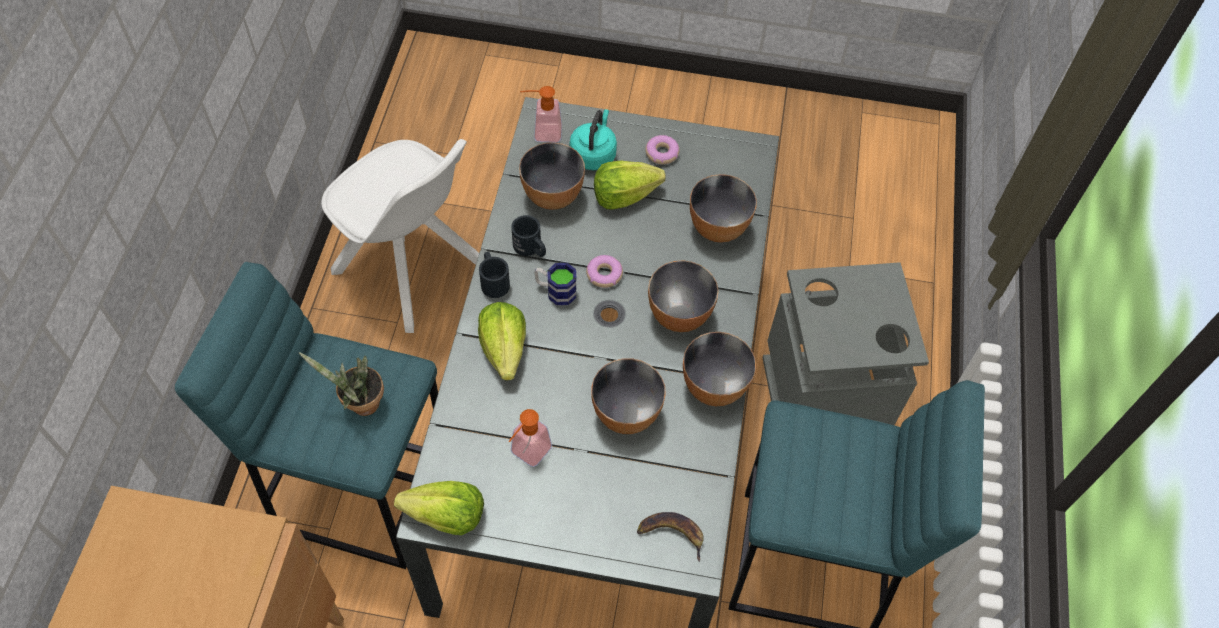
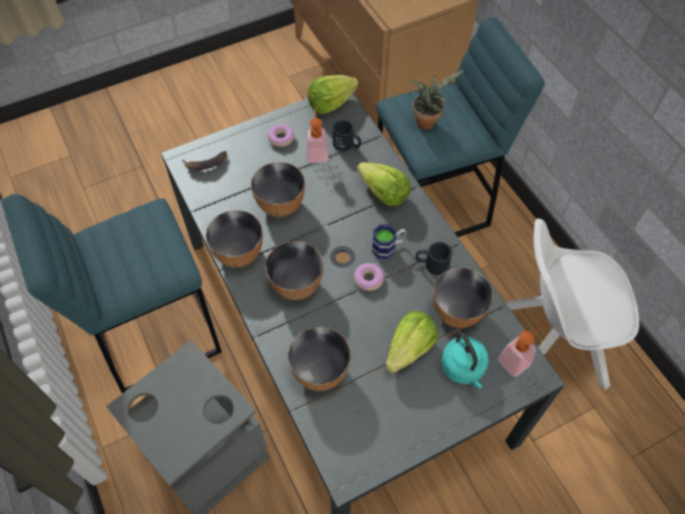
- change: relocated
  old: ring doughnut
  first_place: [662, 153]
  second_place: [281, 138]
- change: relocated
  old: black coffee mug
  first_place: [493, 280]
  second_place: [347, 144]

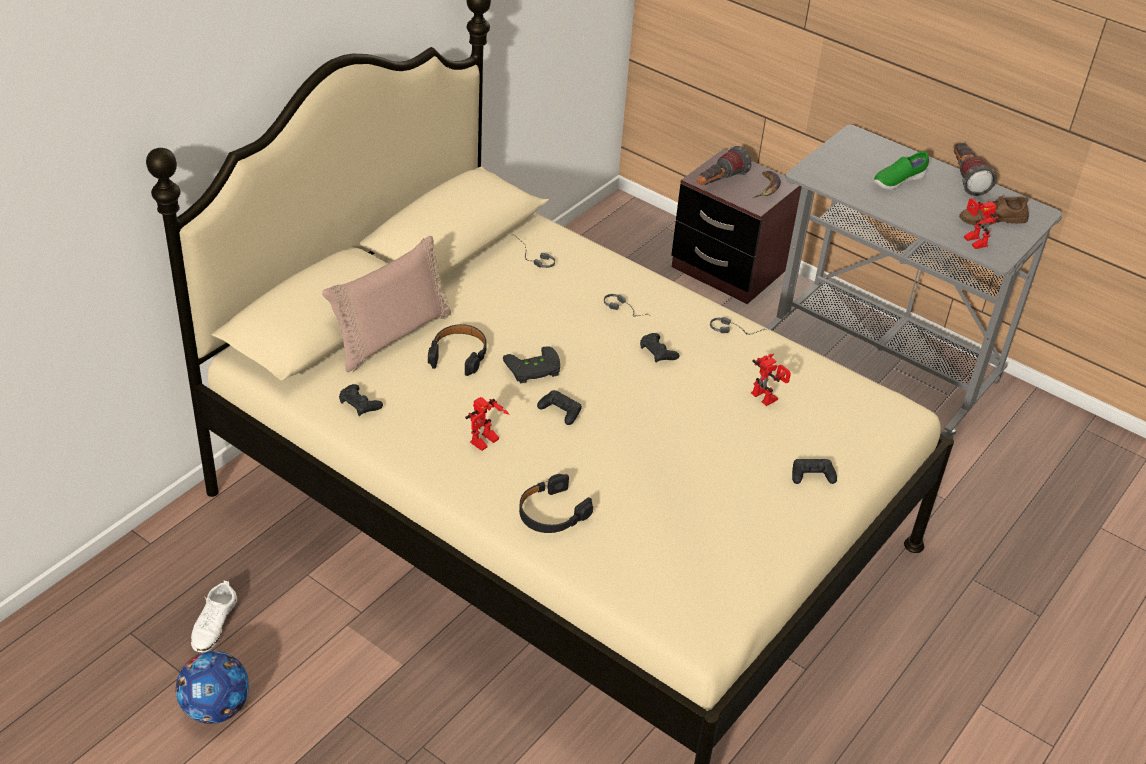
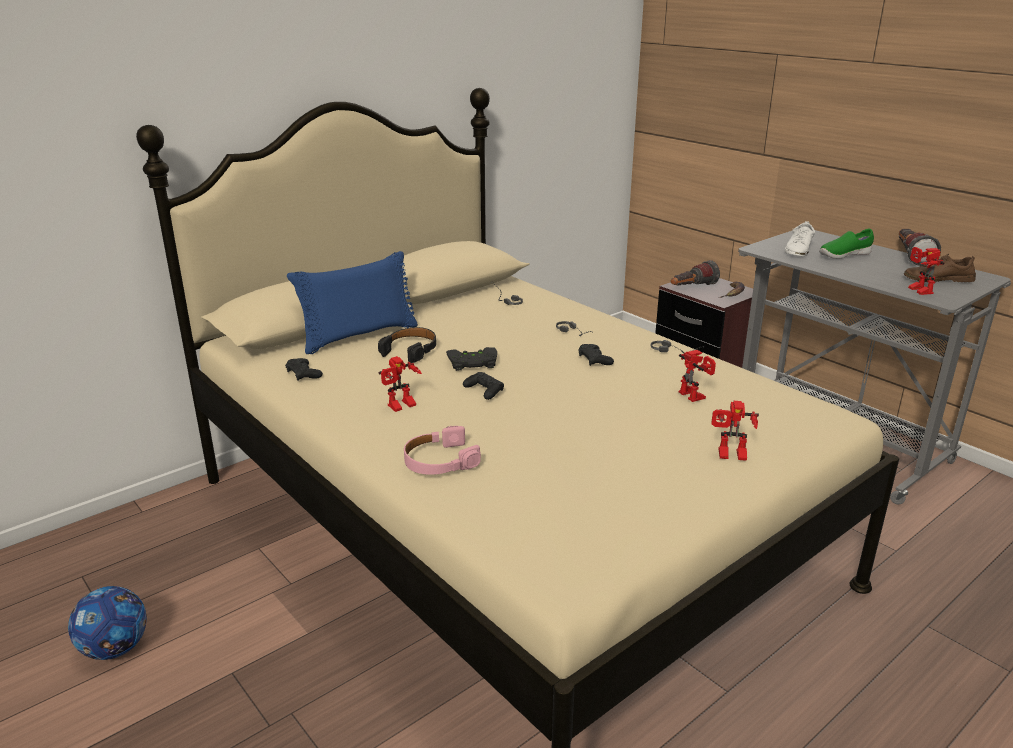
- change: colour
  old: beige-coloured throw pillow
  new: bluish throw pillow
  first_place: [391, 336]
  second_place: [358, 336]
- change: colour
  old: black headset
  new: pink headset
  first_place: [551, 513]
  second_place: [439, 461]
- change: exchanged
  old: black joypad
  new: model robot
  first_place: [812, 475]
  second_place: [730, 456]
- change: relocated
  old: white-coloured low shoe
  first_place: [214, 623]
  second_place: [798, 249]

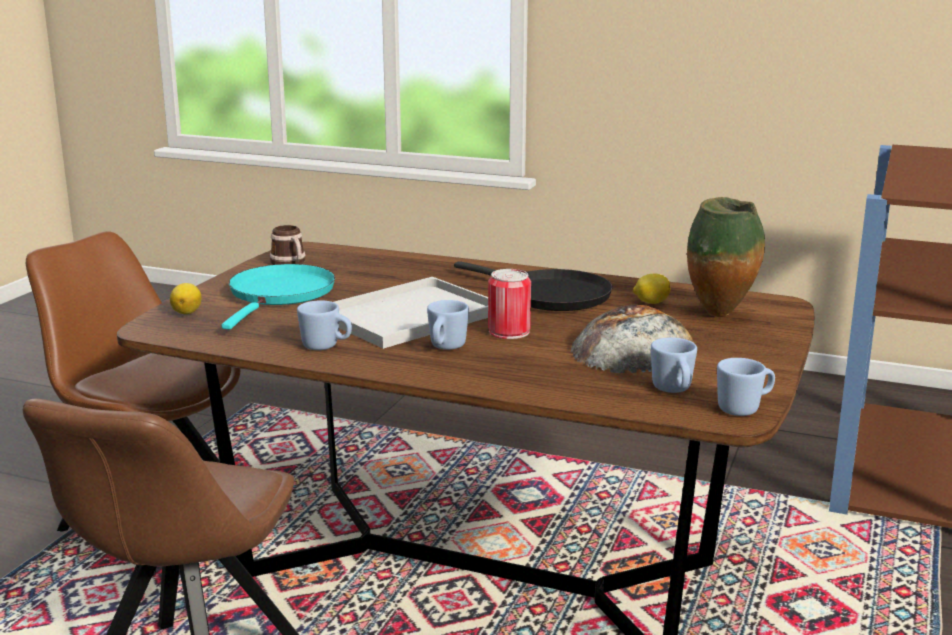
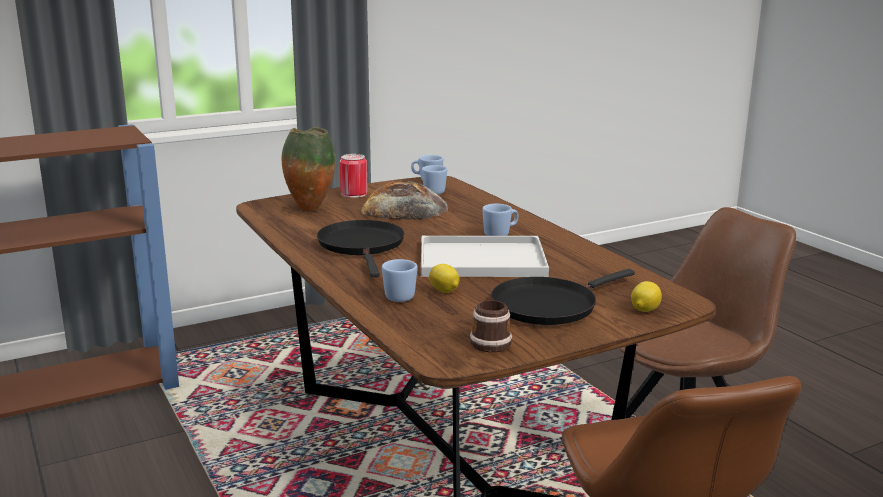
- change: relocated
  old: sealed can
  first_place: [509, 331]
  second_place: [354, 194]
- change: relocated
  old: bluish coffee mug
  first_place: [326, 347]
  second_place: [397, 296]
- change: relocated
  old: whole lemon
  first_place: [651, 302]
  second_place: [444, 291]
- change: colour
  old: turquoise-coloured skillet
  new: black skillet
  first_place: [280, 294]
  second_place: [548, 305]

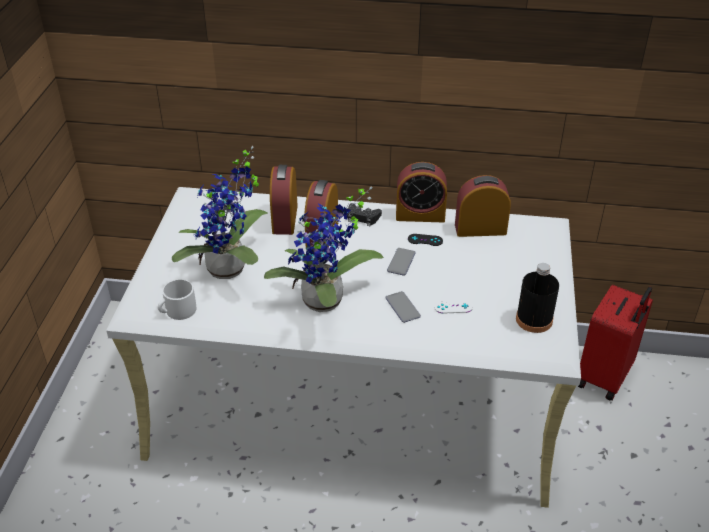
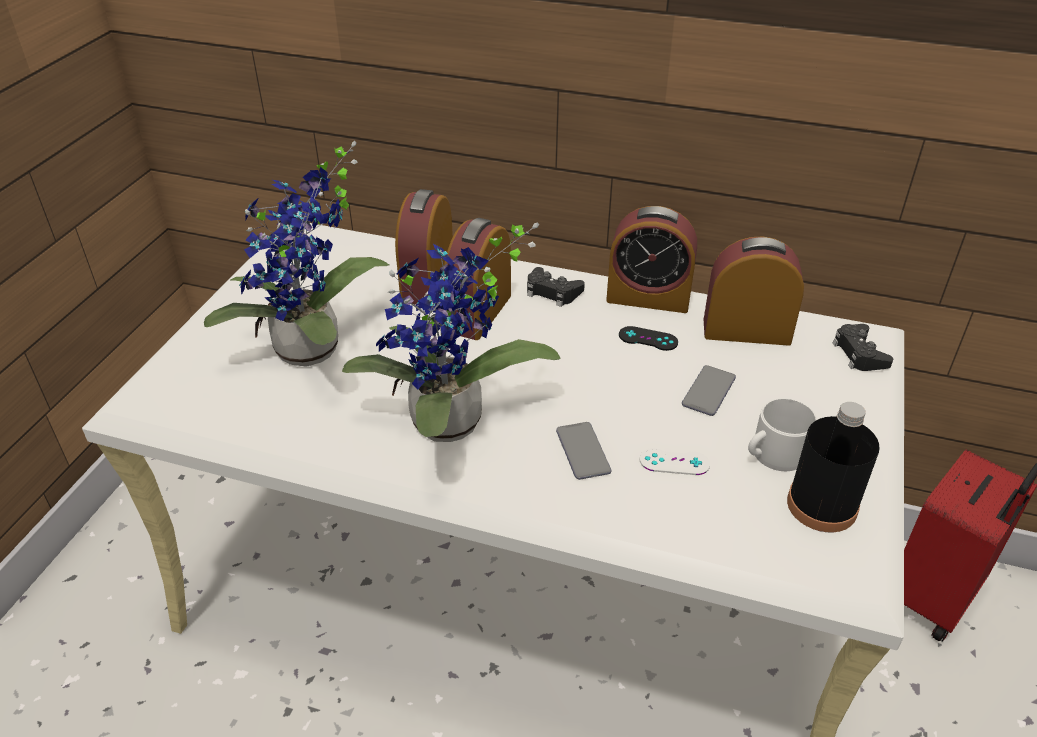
- change: relocated
  old: phone
  first_place: [401, 262]
  second_place: [708, 391]
- change: relocated
  old: white-coloured coffee mug
  first_place: [177, 311]
  second_place: [773, 454]
- change: appeared
  new: black joypad
  second_place: [859, 353]

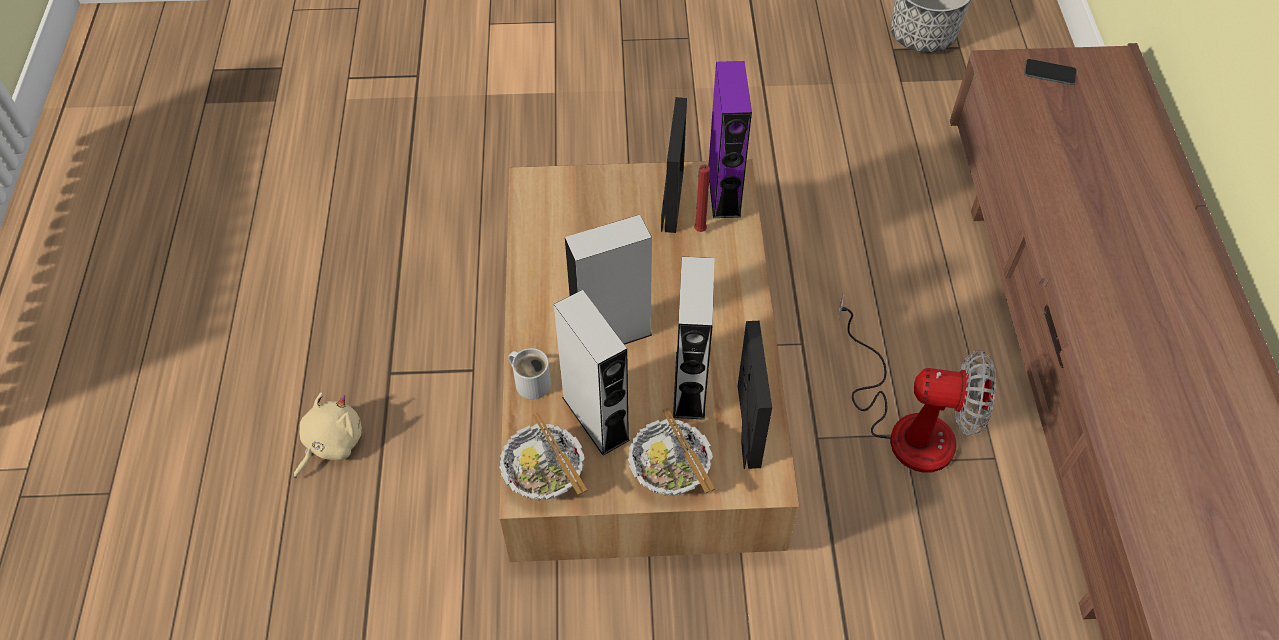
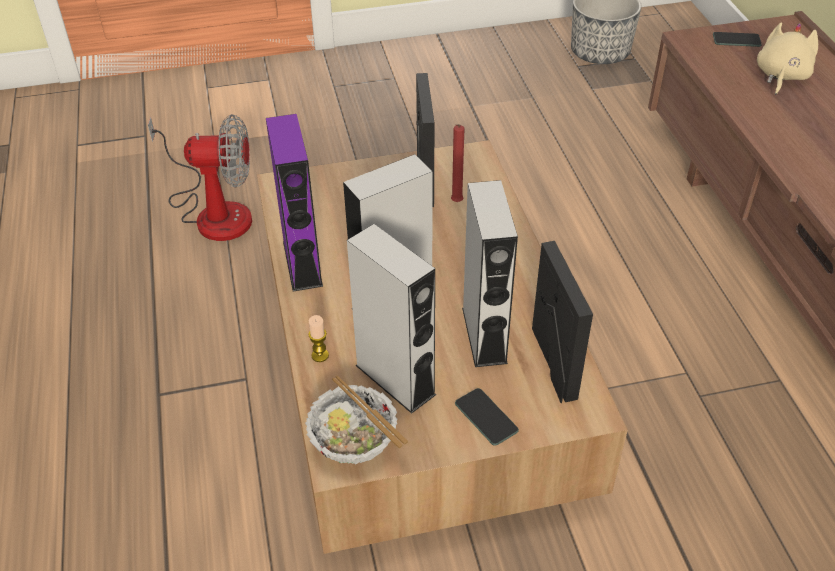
- change: relocated
  old: electric fan
  first_place: [907, 424]
  second_place: [214, 211]
- change: relocated
  old: purplish audio speaker
  first_place: [724, 191]
  second_place: [302, 263]
- change: exchanged
  old: white-coloured coffee mug
  new: wax candle
  first_place: [531, 381]
  second_place: [320, 355]
- change: exchanged
  old: bowl
  new: phone
  first_place: [670, 471]
  second_place: [486, 417]
- change: relocated
  old: beige-coloured cuddly toy
  first_place: [331, 443]
  second_place: [781, 76]

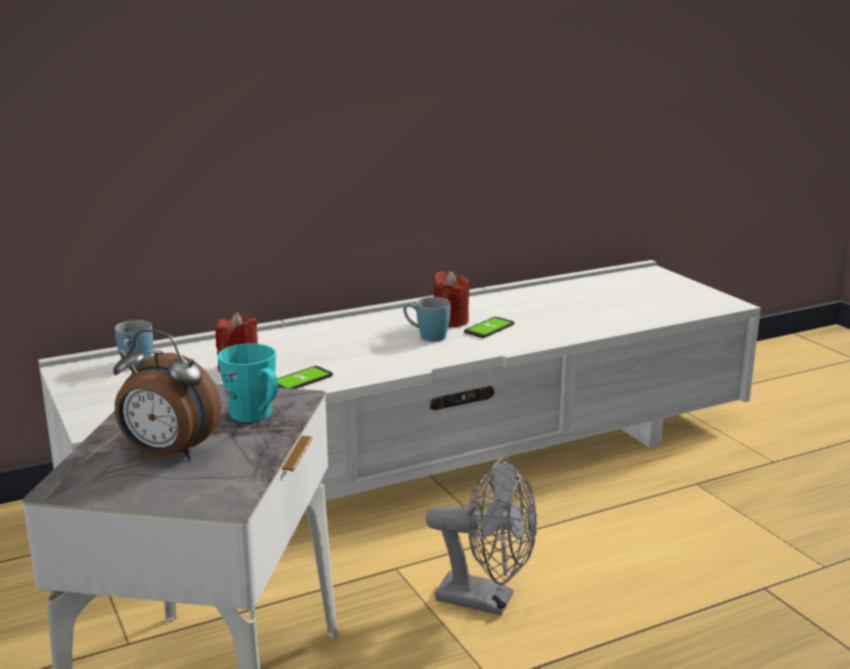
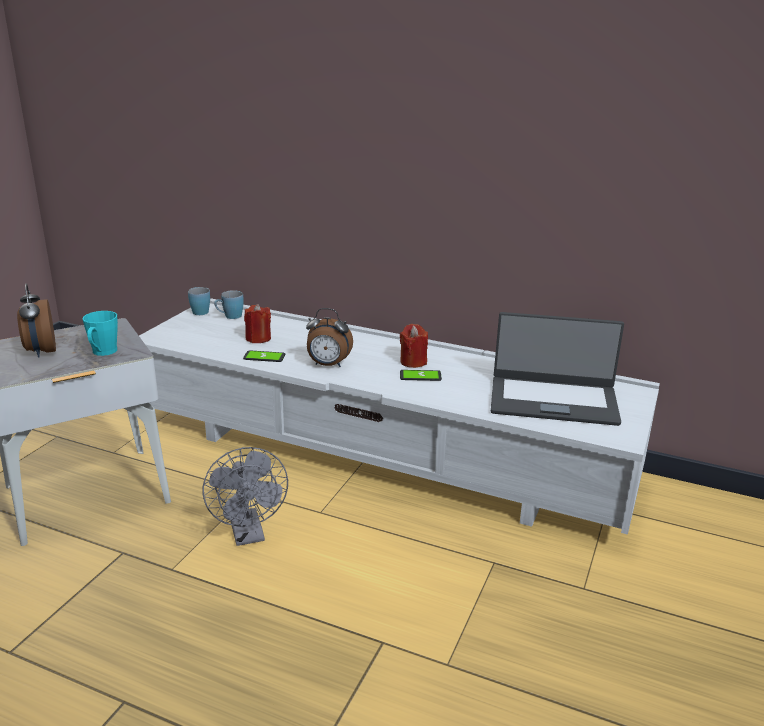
- change: relocated
  old: bluish coffee mug
  first_place: [426, 336]
  second_place: [199, 311]
- change: appeared
  new: bedside clock
  second_place: [328, 365]
- change: appeared
  new: portable computer
  second_place: [553, 400]

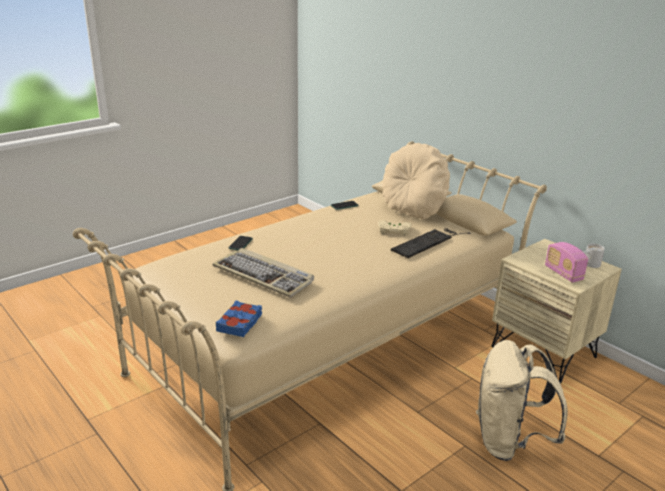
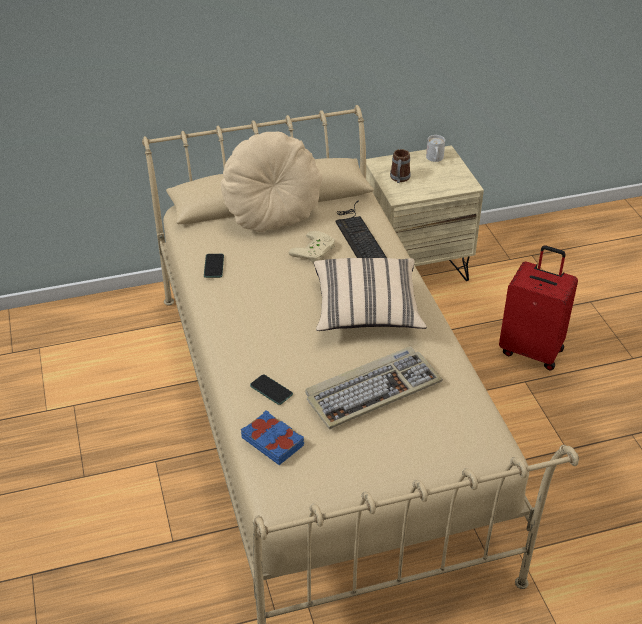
- change: relocated
  old: bluish book
  first_place: [240, 323]
  second_place: [273, 441]
- change: appeared
  new: beige-coloured throw pillow
  second_place: [366, 310]
- change: appeared
  new: coffee mug
  second_place: [399, 179]
- change: exchanged
  old: beige-coloured backpack
  new: red travel case
  first_place: [509, 442]
  second_place: [532, 350]
- change: missing
  old: radio
  first_place: [563, 274]

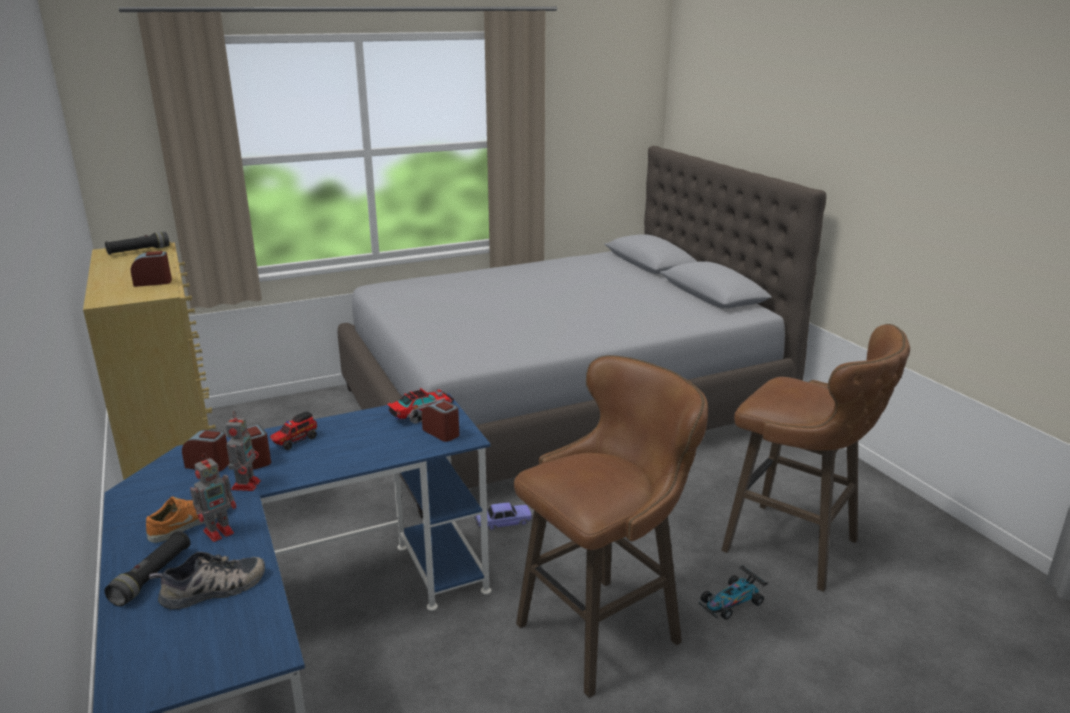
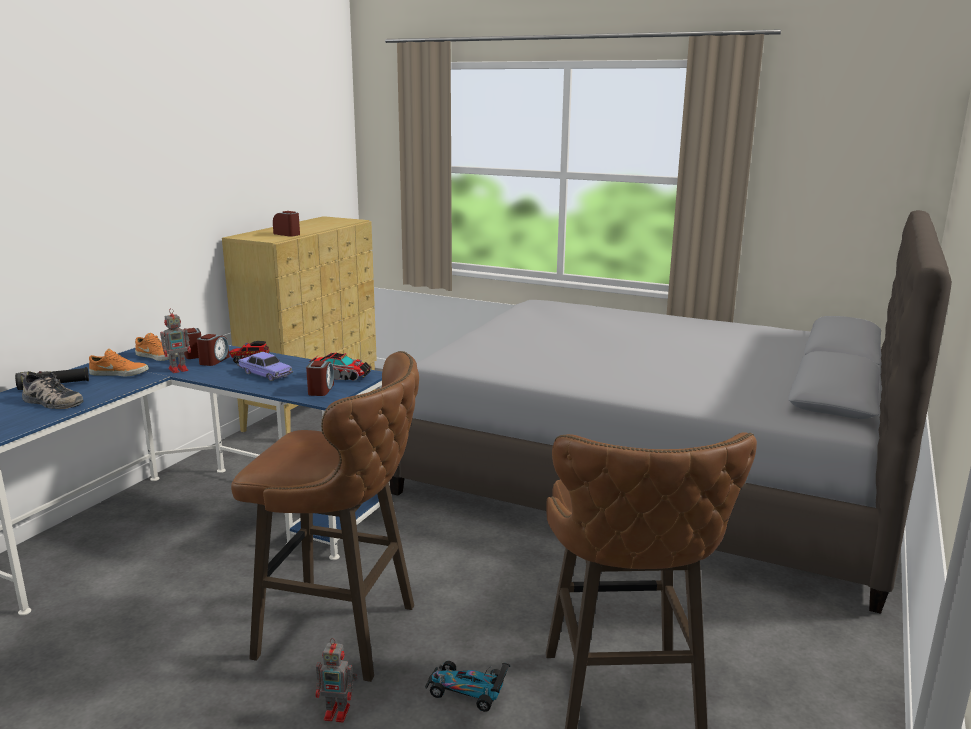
- change: appeared
  new: orangey low shoe
  second_place: [158, 357]
- change: relocated
  old: miniature car
  first_place: [503, 522]
  second_place: [265, 374]
- change: relocated
  old: model robot
  first_place: [220, 531]
  second_place: [338, 712]
- change: missing
  old: black torch
  first_place: [139, 251]

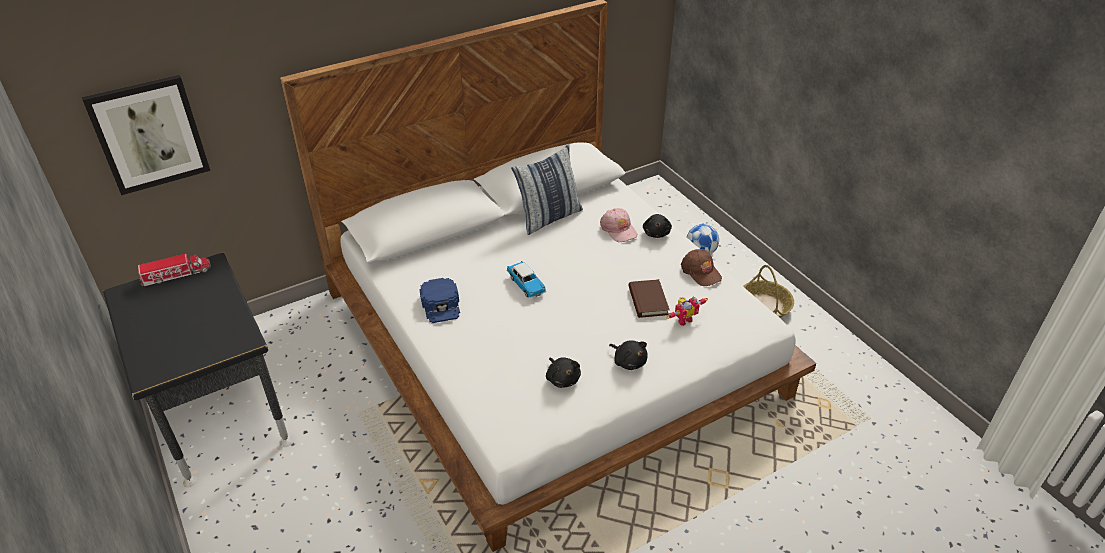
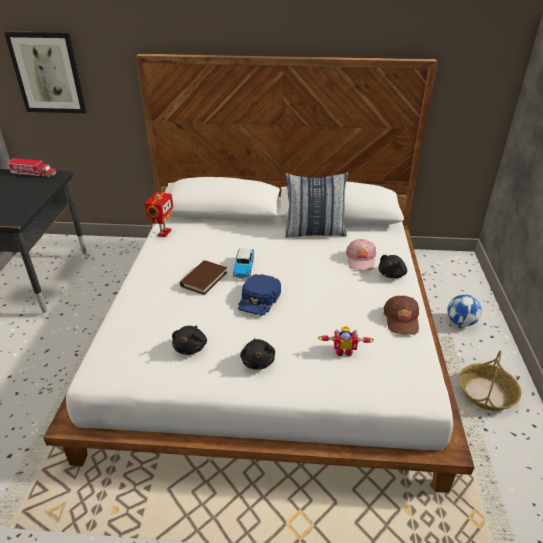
- change: appeared
  new: model robot
  second_place: [163, 233]
- change: relocated
  old: brown-coloured book
  first_place: [648, 301]
  second_place: [204, 279]
- change: relocated
  old: bluish peaked cap
  first_place: [441, 304]
  second_place: [259, 299]

